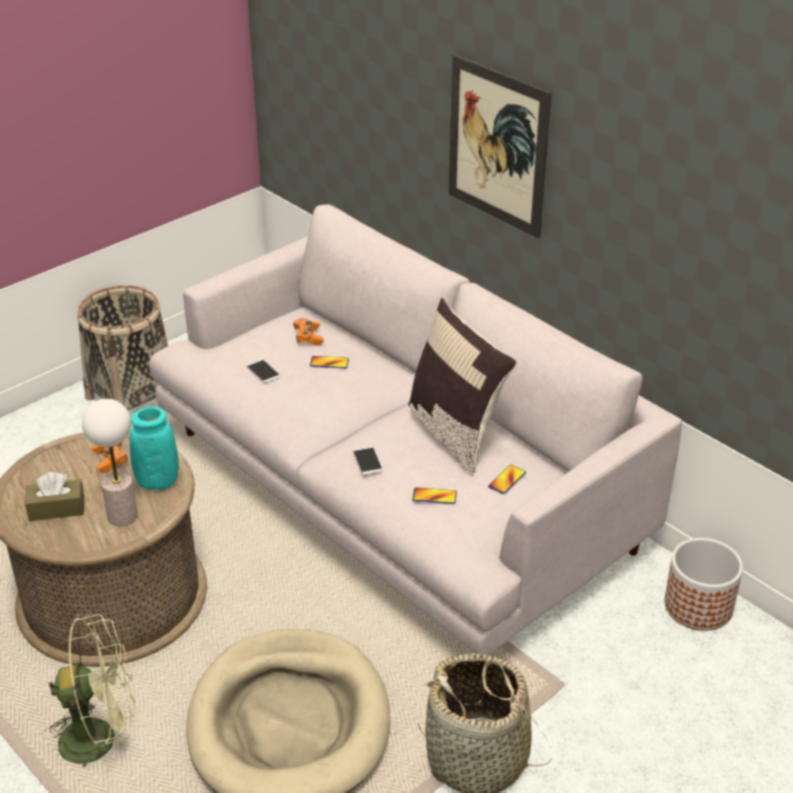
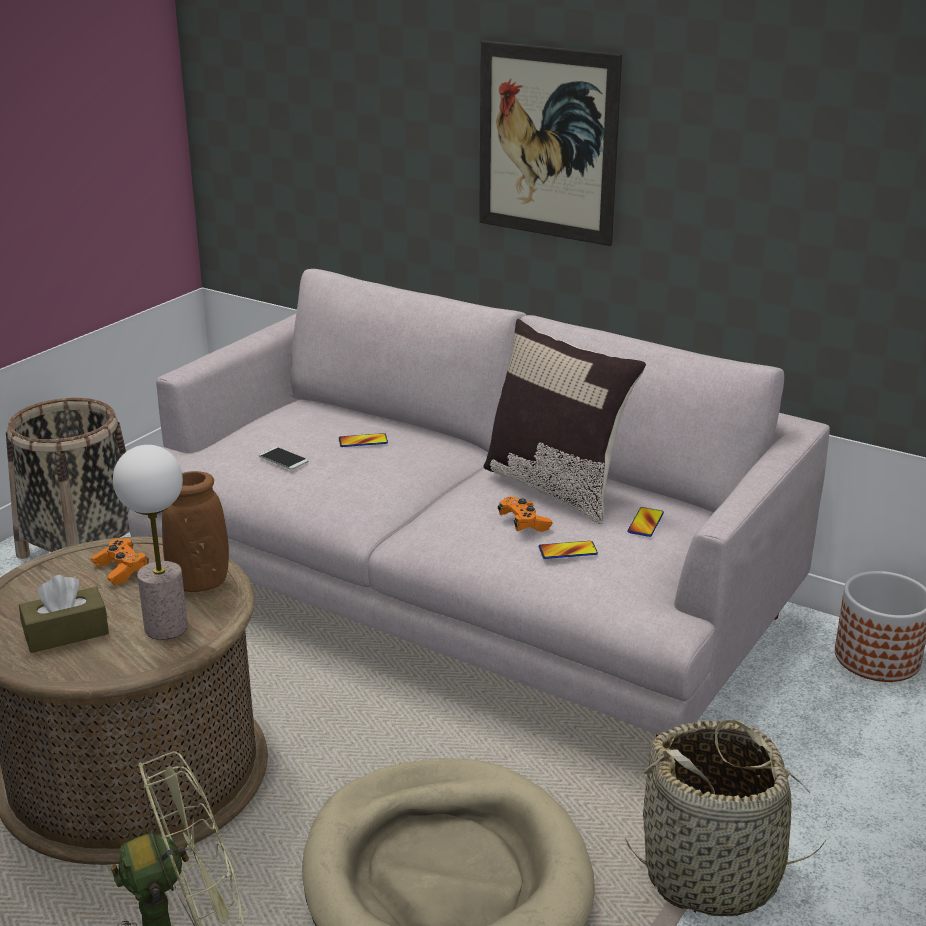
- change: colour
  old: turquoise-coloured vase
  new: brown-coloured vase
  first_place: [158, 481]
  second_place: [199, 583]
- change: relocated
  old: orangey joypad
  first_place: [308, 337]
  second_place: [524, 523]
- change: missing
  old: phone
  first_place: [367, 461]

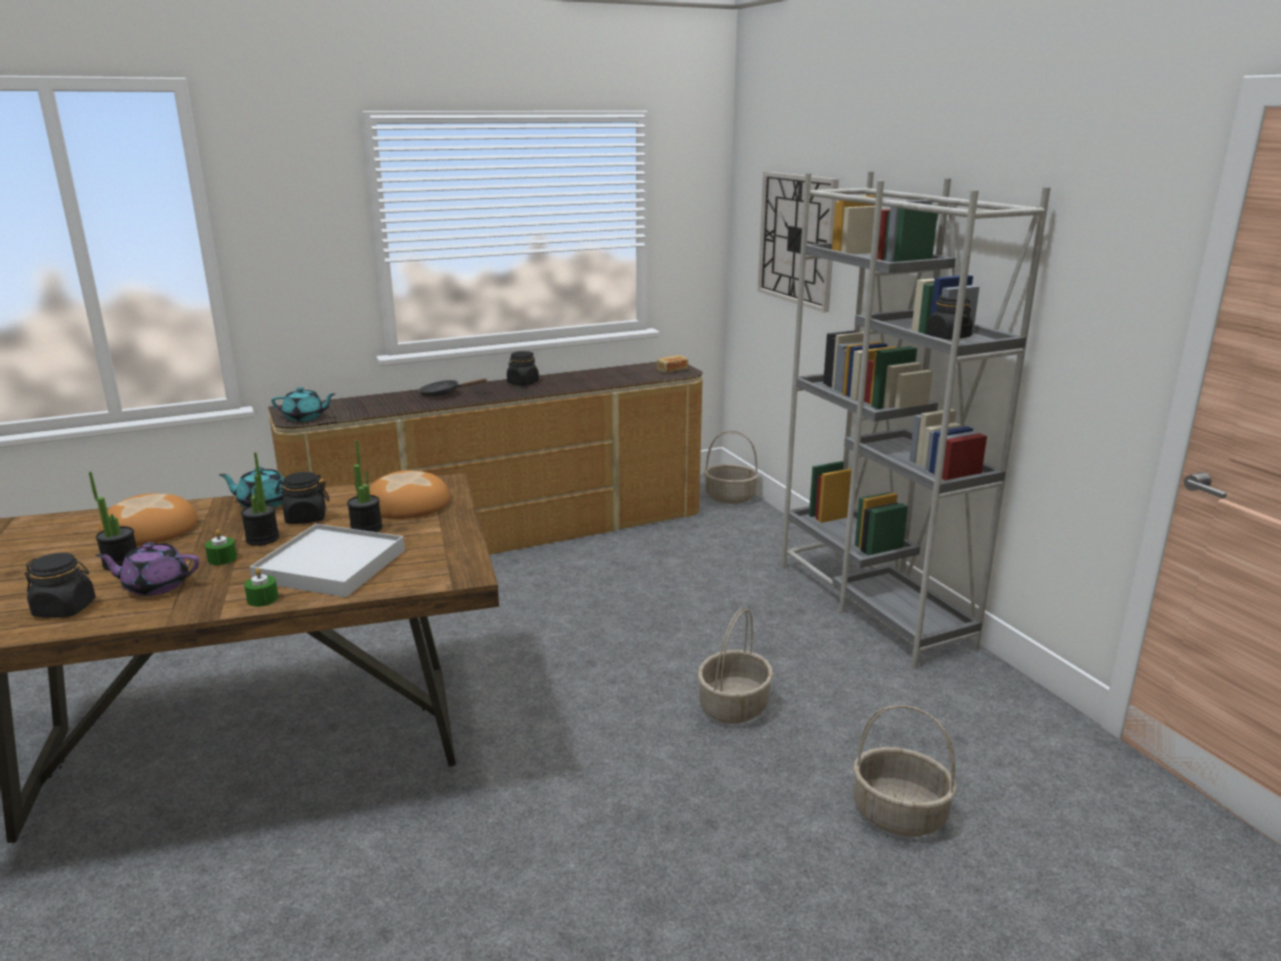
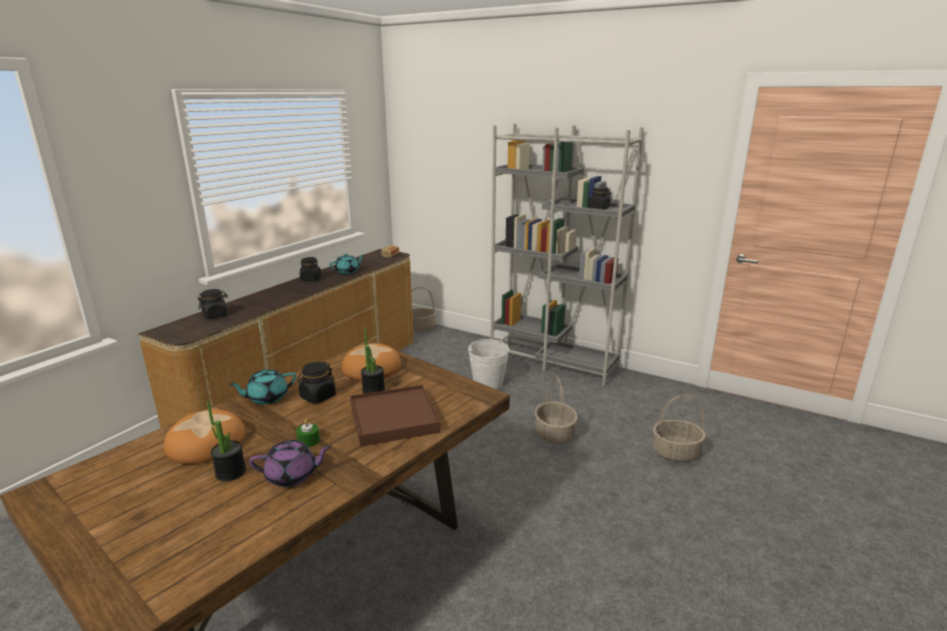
- change: relocated
  old: black jar
  first_place: [65, 609]
  second_place: [215, 315]
- change: spun
  old: purplish pot for tea
  first_place: [155, 586]
  second_place: [292, 476]
  degrees: -150
- change: relocated
  old: turquoise-coloured pot for tea
  first_place: [305, 417]
  second_place: [347, 271]
- change: colour
  old: white-coloured serving tray
  new: brown-coloured serving tray
  first_place: [331, 565]
  second_place: [393, 418]
- change: appeared
  new: white-coloured bucket
  second_place: [488, 382]
- change: missing
  old: plant in a pot
  first_place: [262, 539]
- change: missing
  old: green wax candle
  first_place: [262, 599]
- change: missing
  old: black skillet
  first_place: [444, 394]
- change: missing
  old: wall clock
  first_place: [797, 239]

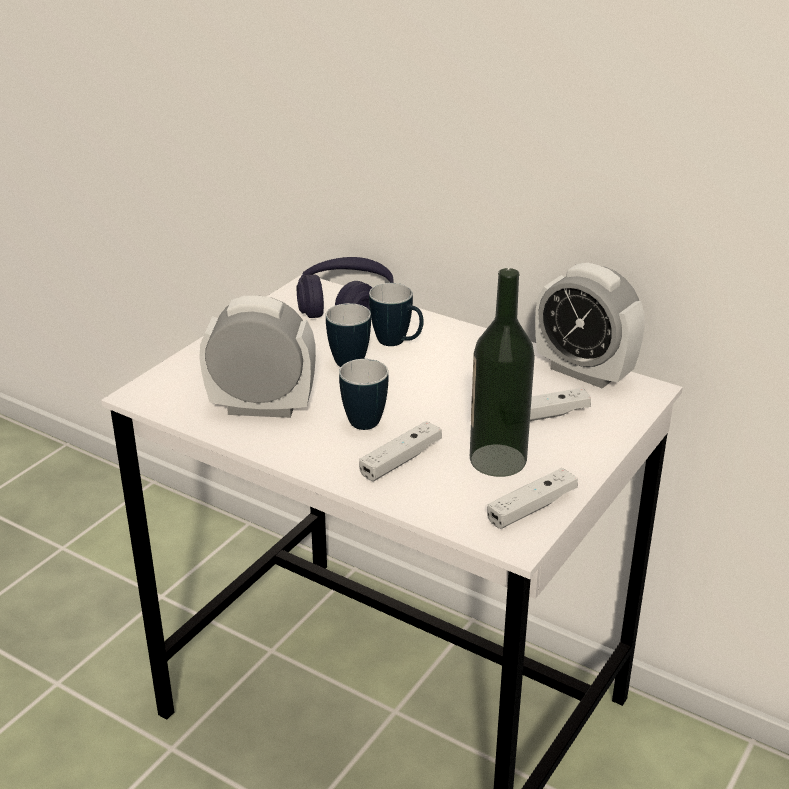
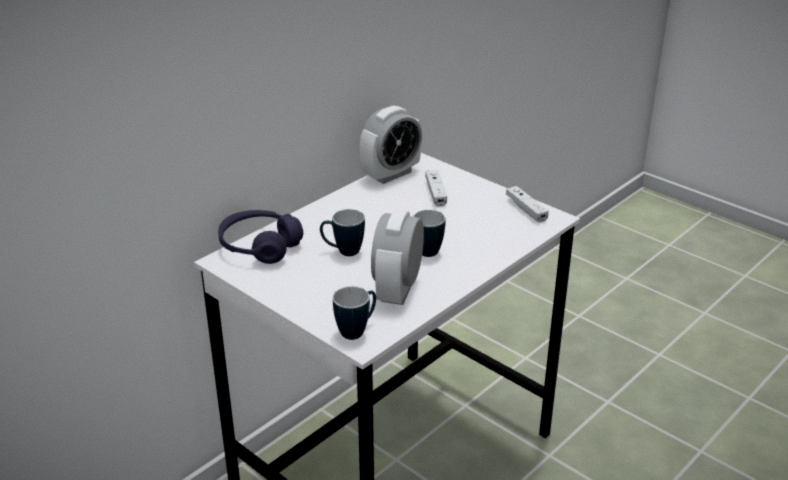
- change: relocated
  old: coffee mug
  first_place: [398, 343]
  second_place: [357, 330]
- change: missing
  old: white-coloured joypad
  first_place: [401, 460]
- change: missing
  old: bottle
  first_place: [497, 460]

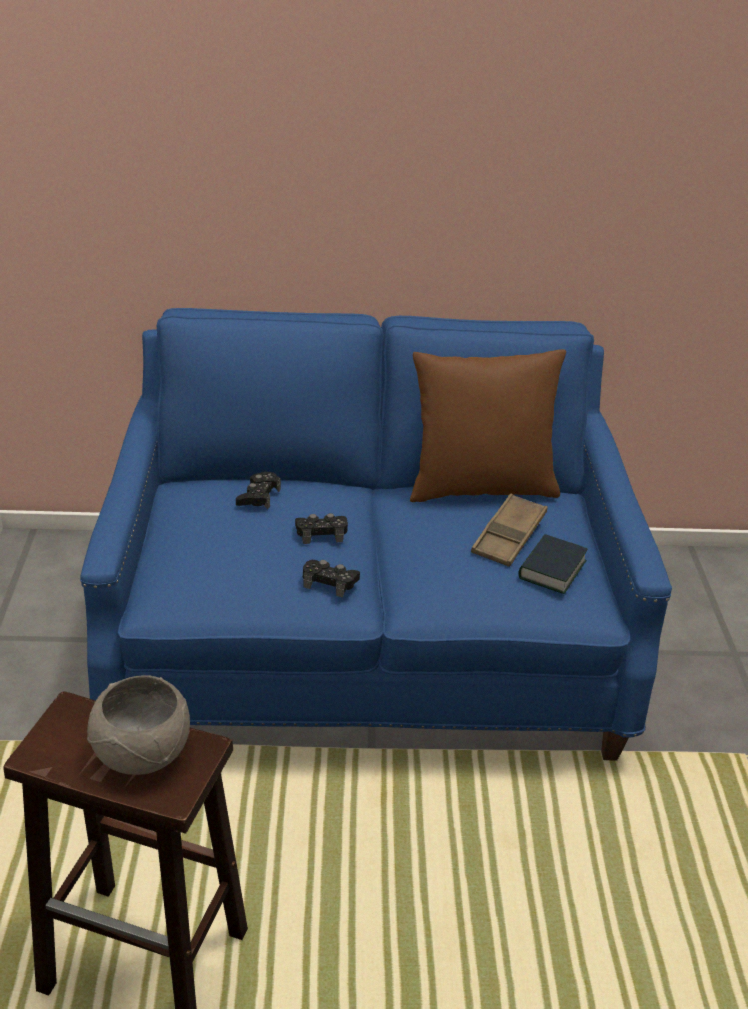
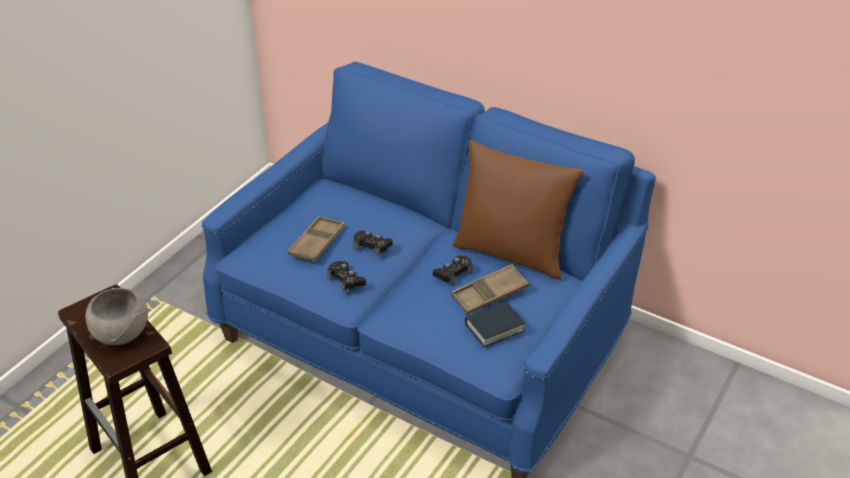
- change: appeared
  new: brown-coloured serving tray
  second_place: [317, 243]
- change: relocated
  old: black joypad
  first_place: [258, 496]
  second_place: [453, 273]

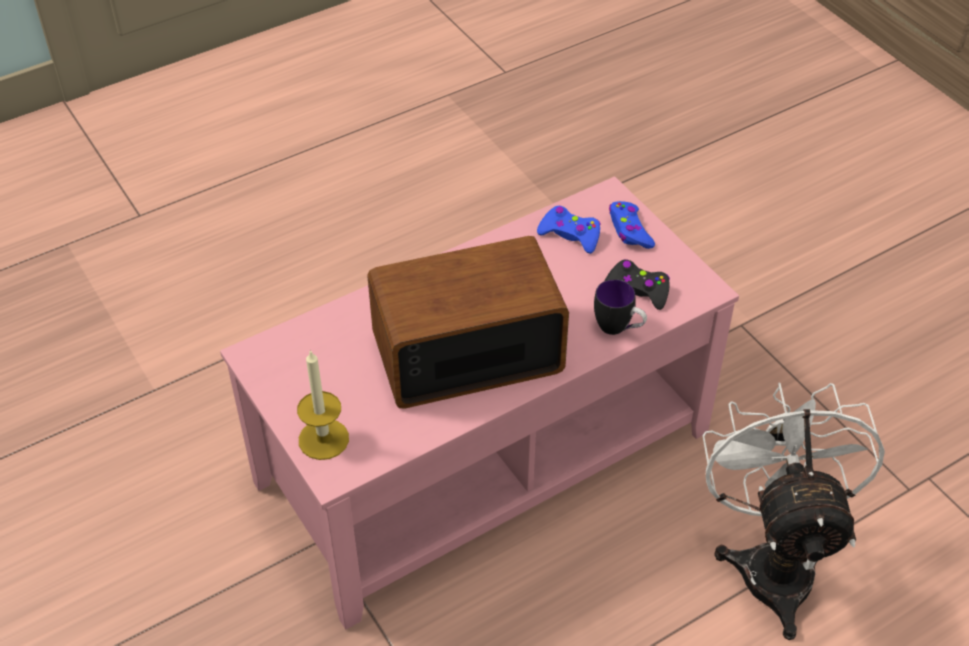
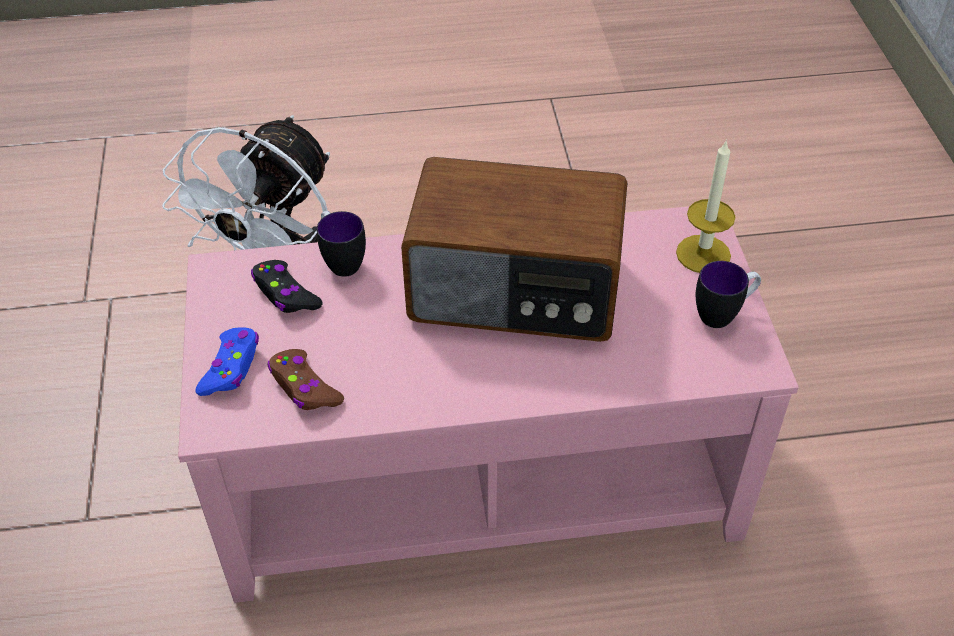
- change: colour
  old: bluish joypad
  new: brown-coloured joypad
  first_place: [570, 235]
  second_place: [304, 387]
- change: appeared
  new: coffee mug
  second_place: [723, 314]

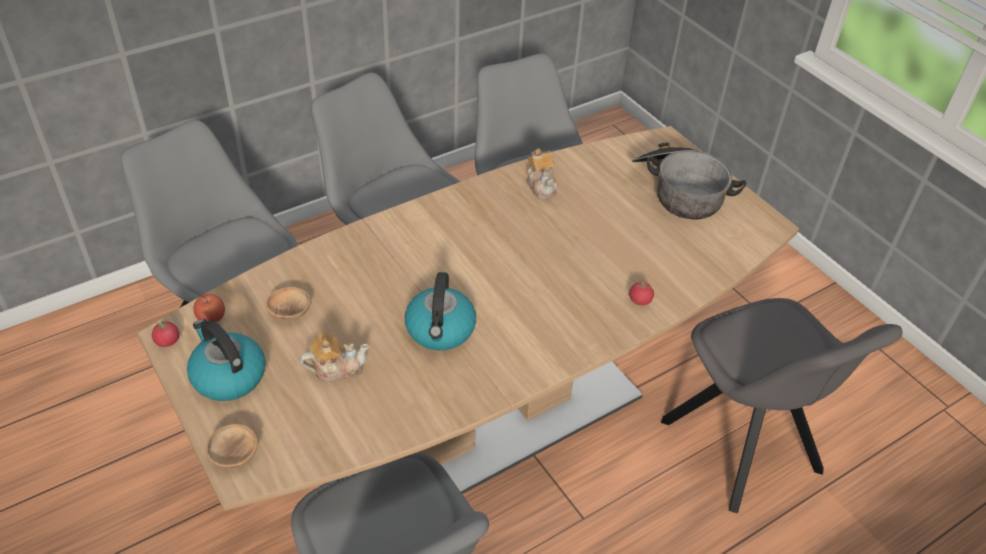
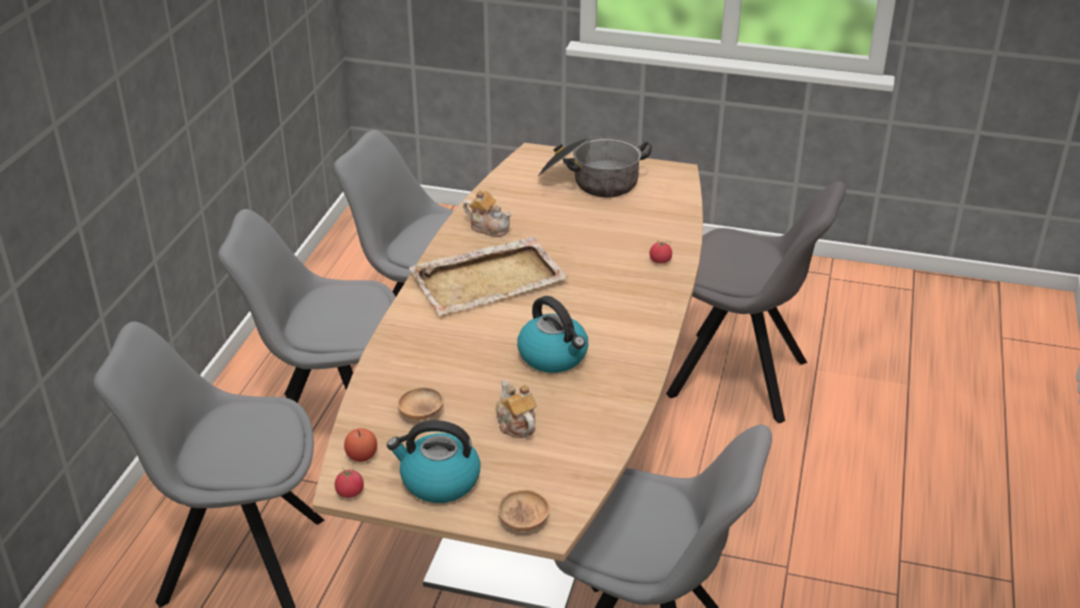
- change: appeared
  new: beige-coloured serving tray
  second_place: [489, 279]
- change: spun
  old: pot for tea
  first_place: [337, 368]
  second_place: [515, 424]
  degrees: -60

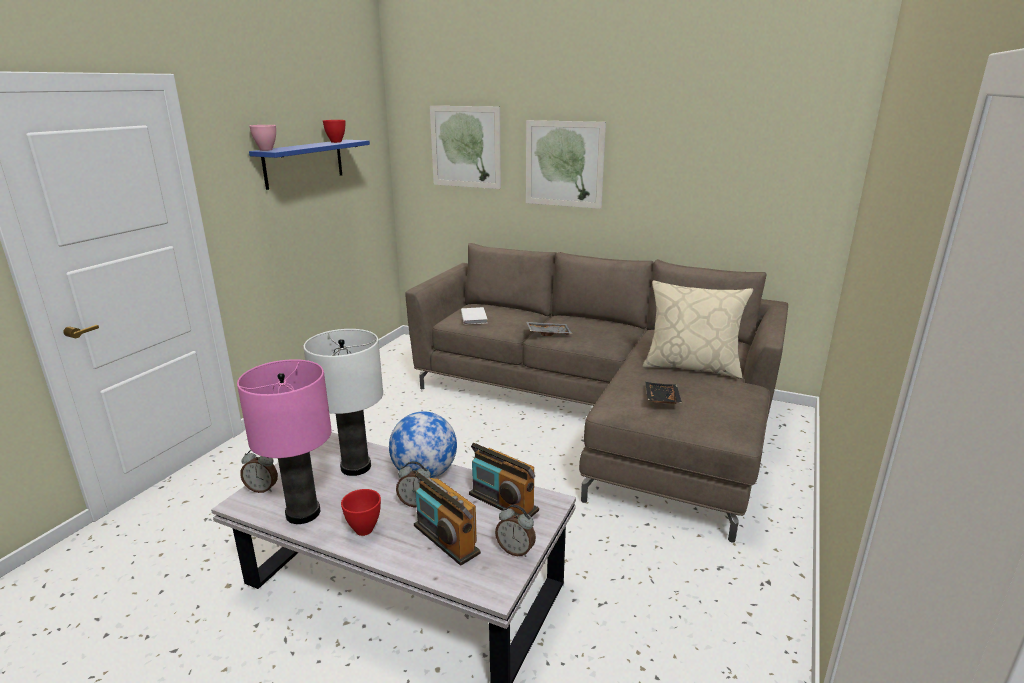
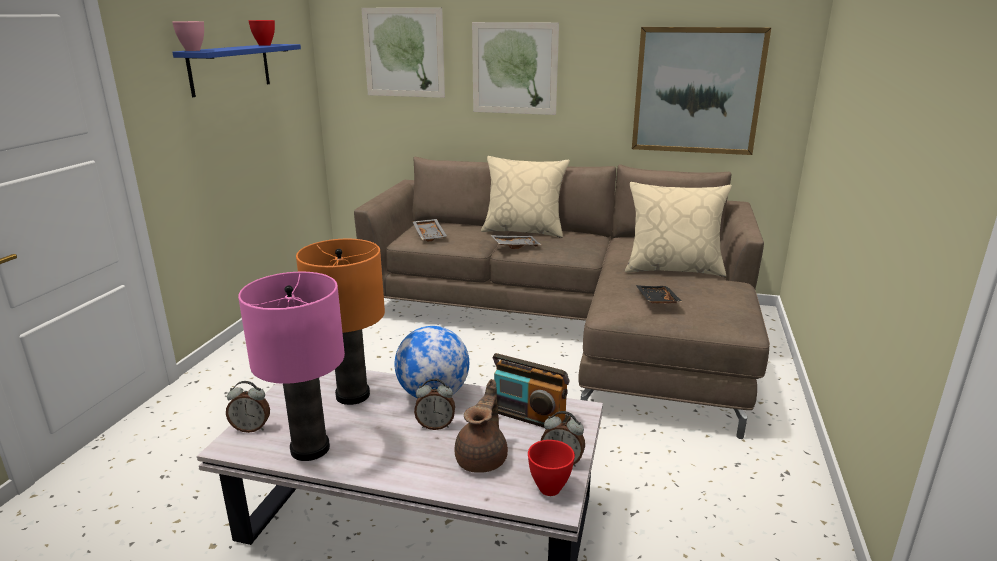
- change: colour
  old: white-coloured lamp for a table
  new: orangey lamp for a table
  first_place: [355, 467]
  second_place: [352, 395]
- change: exchanged
  old: white-coloured book
  new: grey serving tray
  first_place: [474, 317]
  second_place: [430, 235]
- change: exchanged
  old: radio
  new: brown-coloured pot for tea
  first_place: [446, 539]
  second_place: [483, 459]
- change: appeared
  new: beige-coloured throw pillow
  second_place: [524, 230]
- change: relocated
  old: red bowl
  first_place: [364, 530]
  second_place: [550, 490]
- change: appeared
  new: wall picture
  second_place: [697, 91]

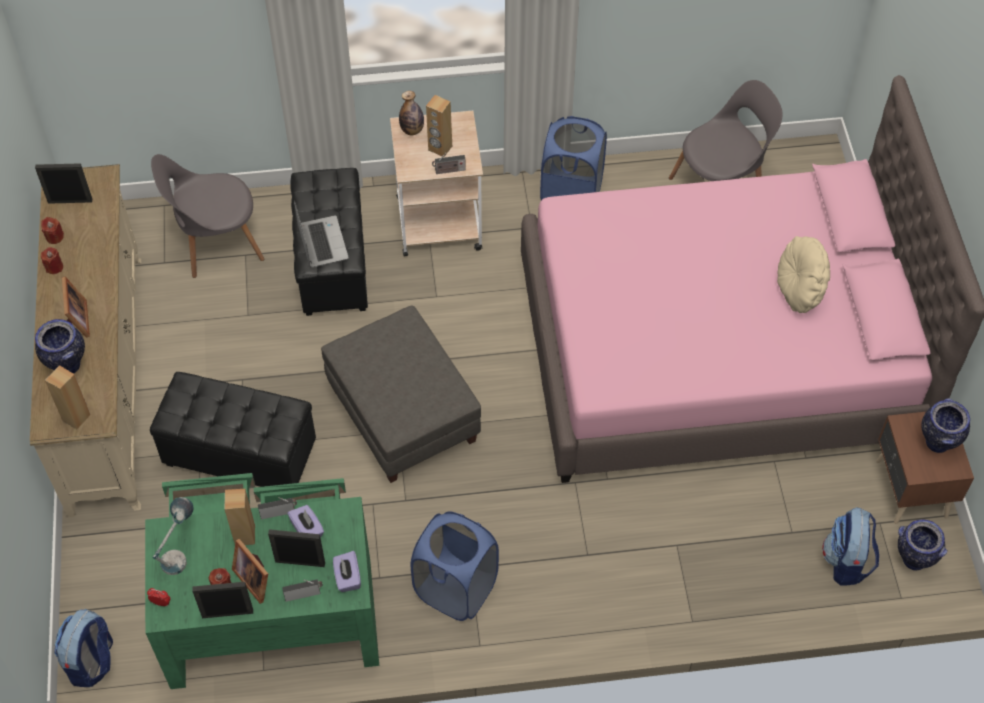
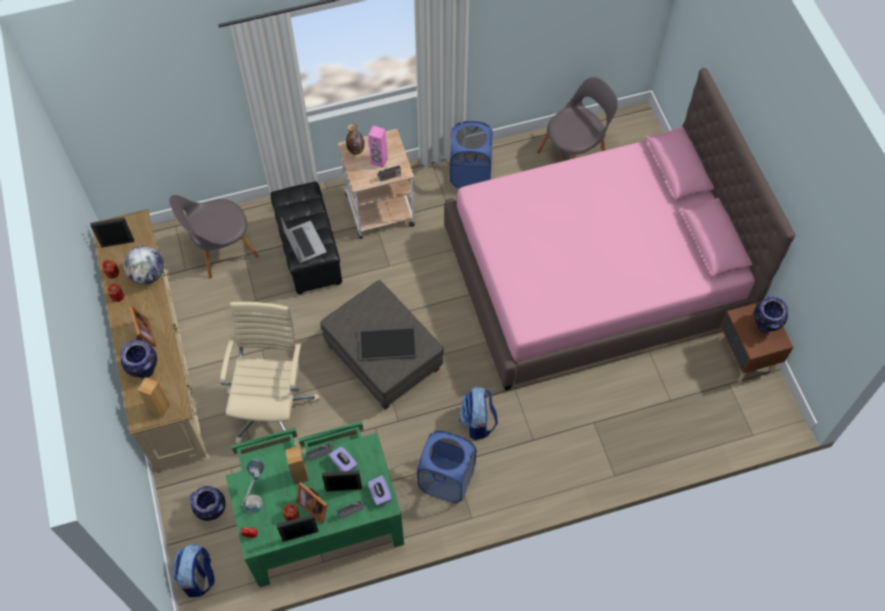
- change: appeared
  new: desk globe
  second_place: [148, 274]
- change: relocated
  old: vase
  first_place: [913, 560]
  second_place: [212, 511]
- change: exchanged
  old: black ottoman
  new: beige-coloured office chair
  first_place: [241, 454]
  second_place: [273, 405]
- change: appeared
  new: serving tray
  second_place: [388, 343]
- change: colour
  old: brown-coloured audio speaker
  new: pink audio speaker
  first_place: [440, 148]
  second_place: [379, 161]
- change: relocated
  old: backpack
  first_place: [846, 561]
  second_place: [477, 422]
- change: missing
  old: beige-coloured throw pillow
  first_place: [798, 293]

